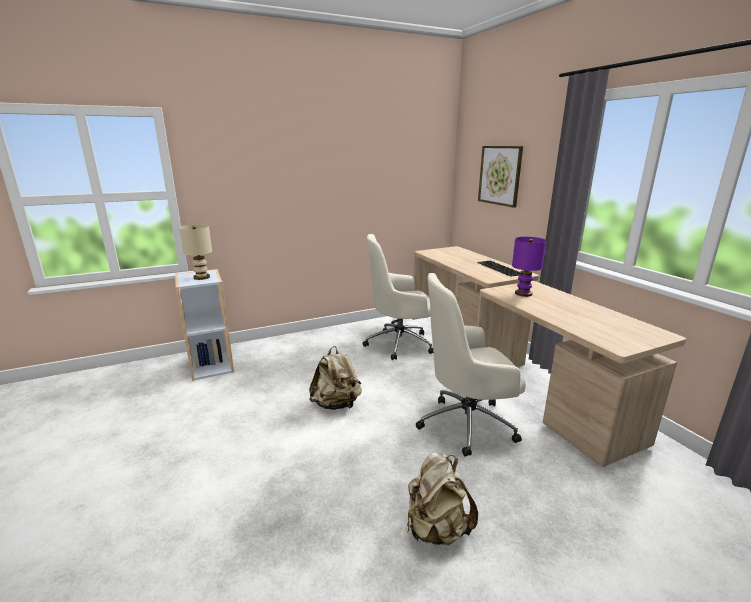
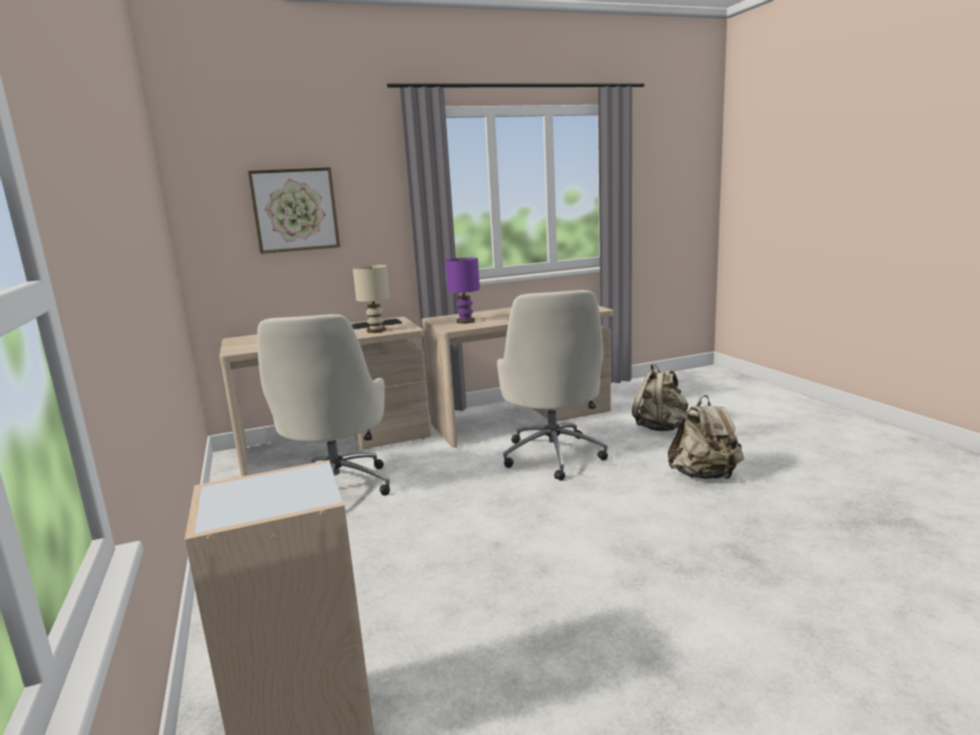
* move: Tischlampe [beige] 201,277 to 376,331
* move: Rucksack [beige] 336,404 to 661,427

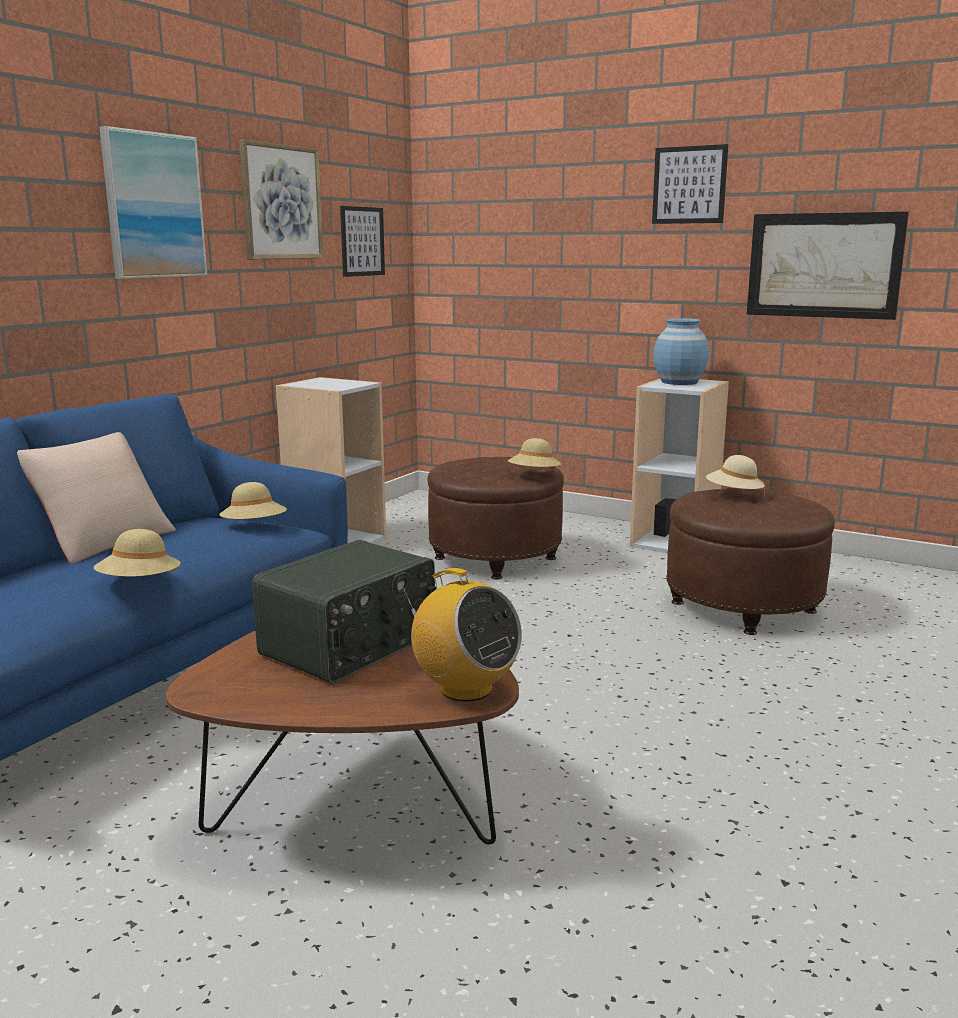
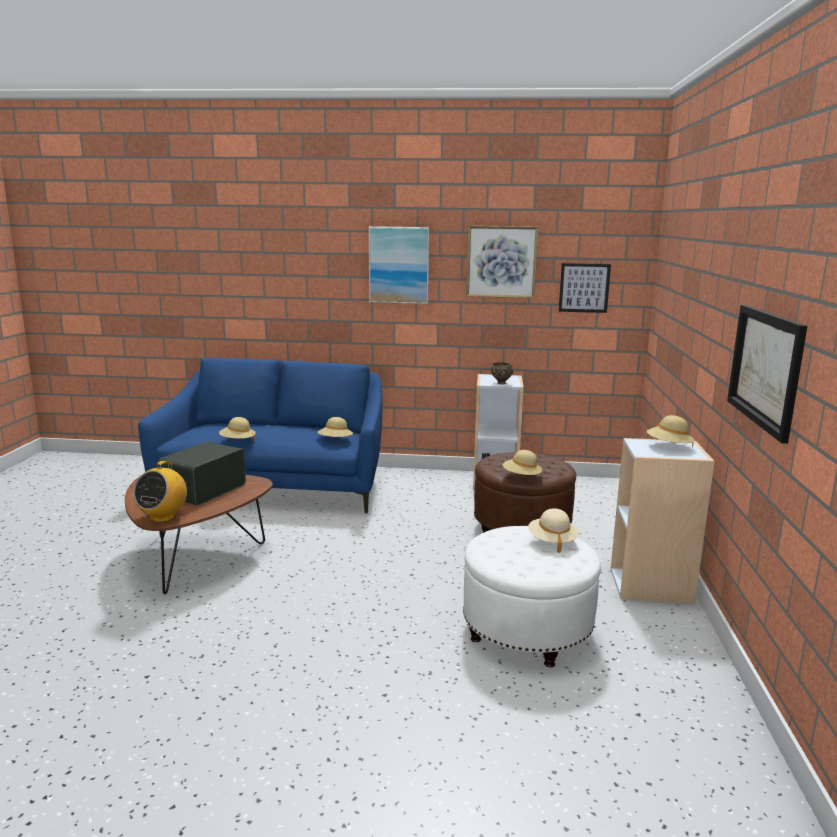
* delete: Kissen [beige] 103,541
* delete: Bild 689,185
* insert: Schüssel [braun] 501,383
* replace: Vase [blau] 679,382 to Hut [beige] 668,447
* recolor: Polsterhocker [braun] 742,606 to Polsterhocker [weiß] 527,631
* rotate: Radio 351,646 = 203,490 105 degrees clockwise

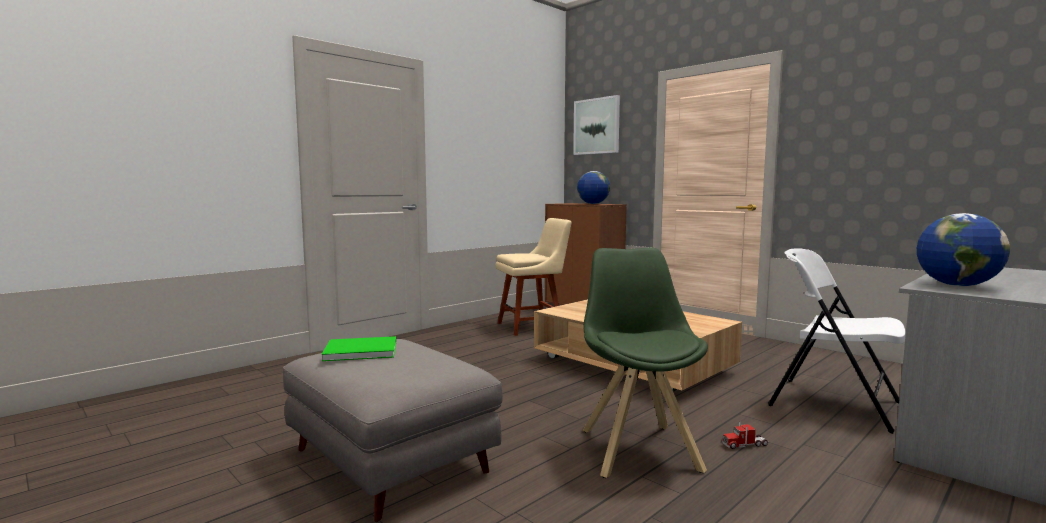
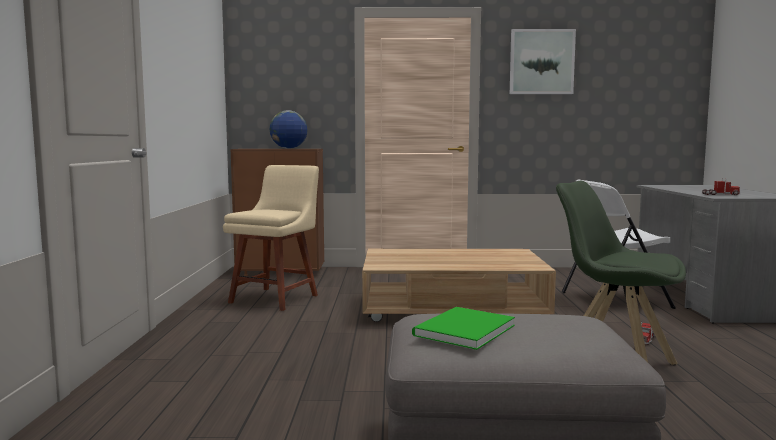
* move: Bild 597,126 to 541,62
* replace: Globus 957,285 to Spielzeuglaster 720,194

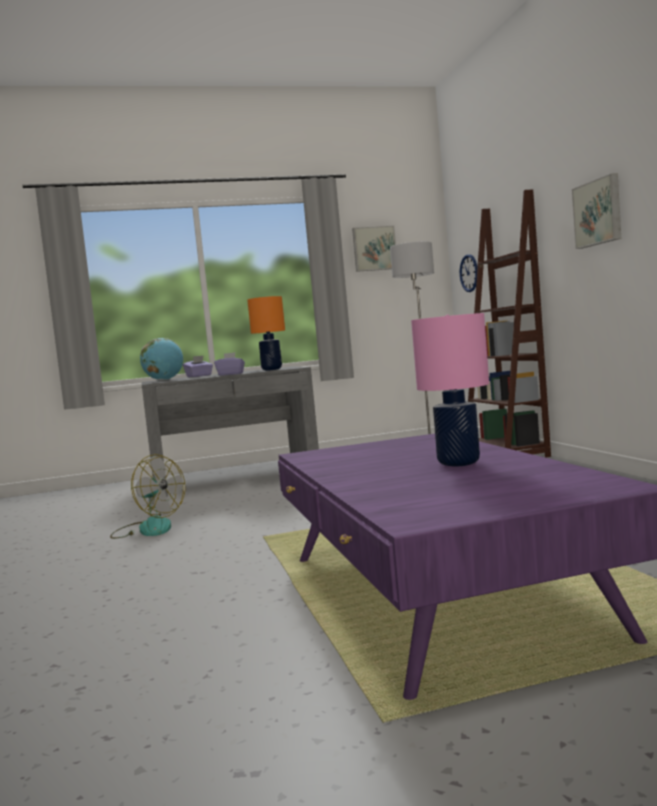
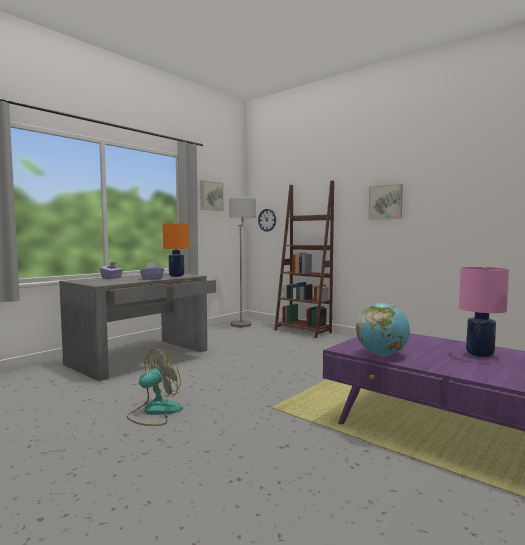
* move: Globus 164,380 to 382,354
* rotate: Ventilator 148,529 = 155,412 45 degrees counterclockwise

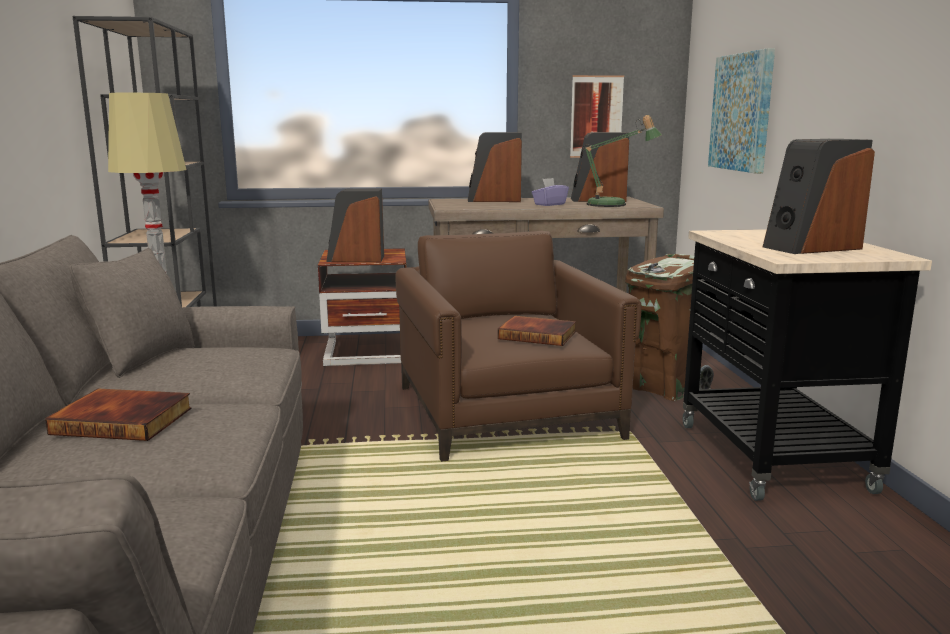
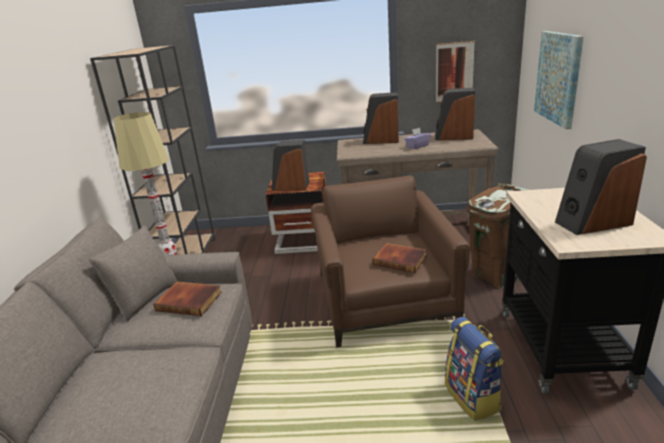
* delete: Tischlampe 613,205
* insert: Rucksack 473,397
* move: Buch 124,420 to 190,300

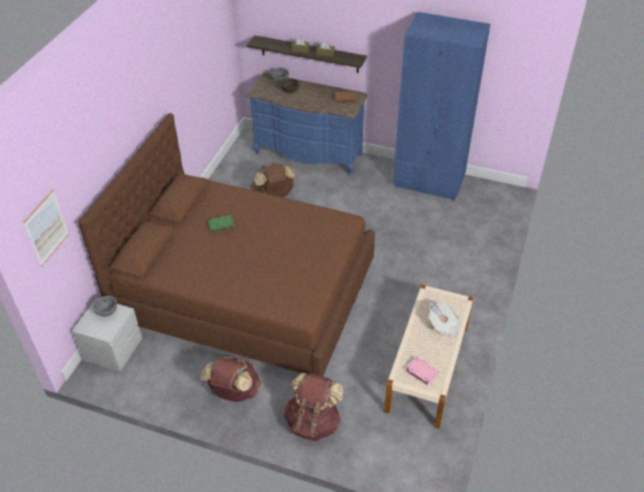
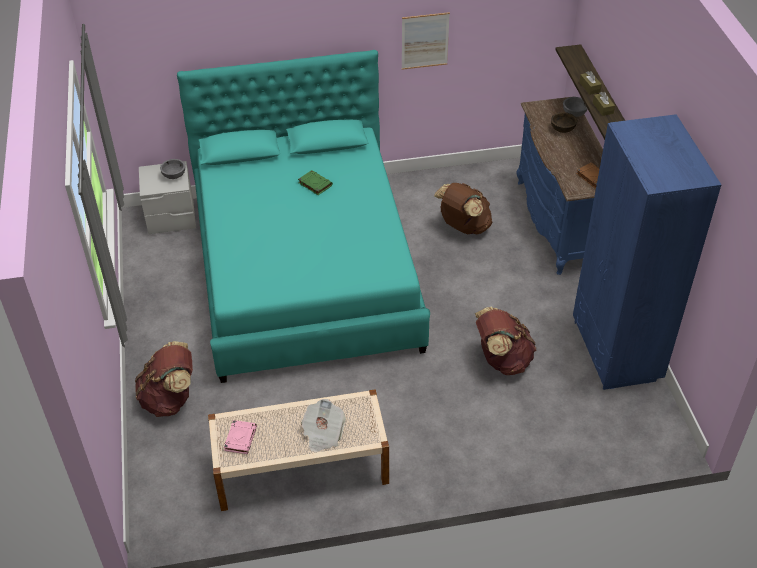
* move: Bild 46,228 to 425,41
* move: Rucksack [braun] 234,392 to 502,360
* recolor: Bett [braun] 246,292 to Bett [türkis] 305,271

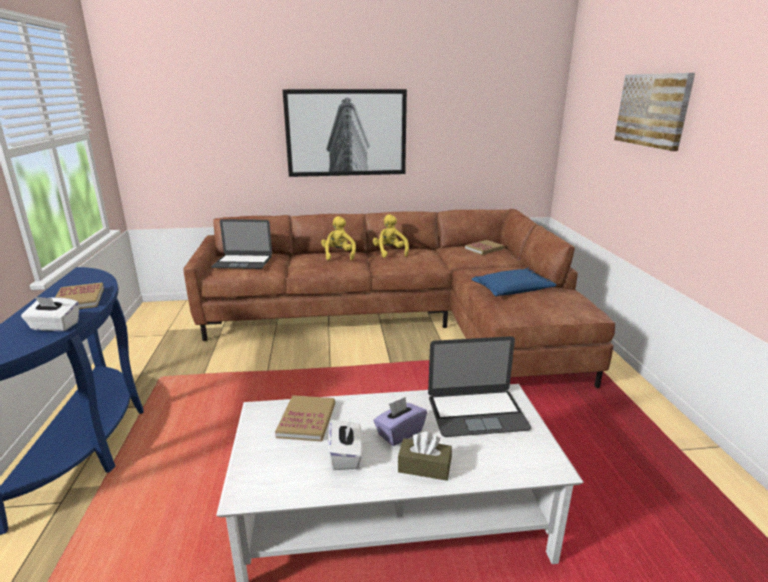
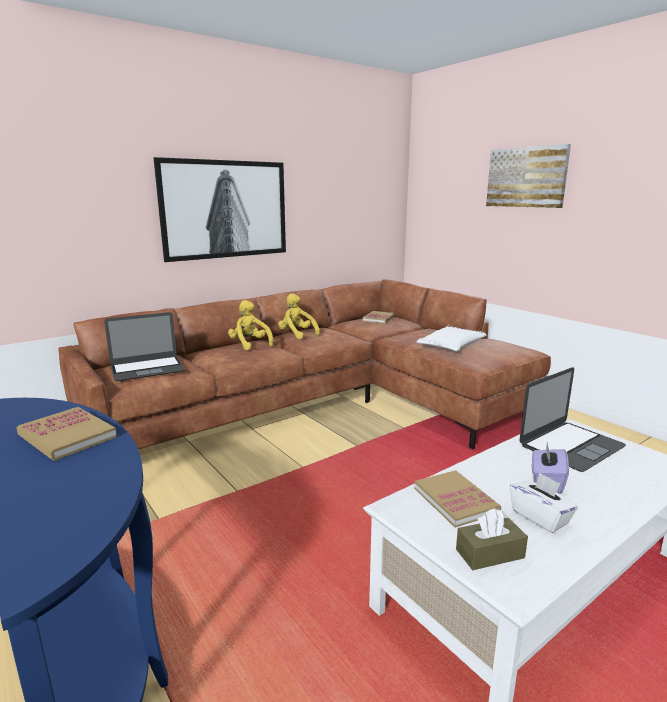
* delete: Taschentuchbox [weiß] 55,326
* move: Taschentuchbox [braun] 424,467 to 490,553
* recolor: Kissen [blau] 512,287 to Kissen [weiß] 451,344

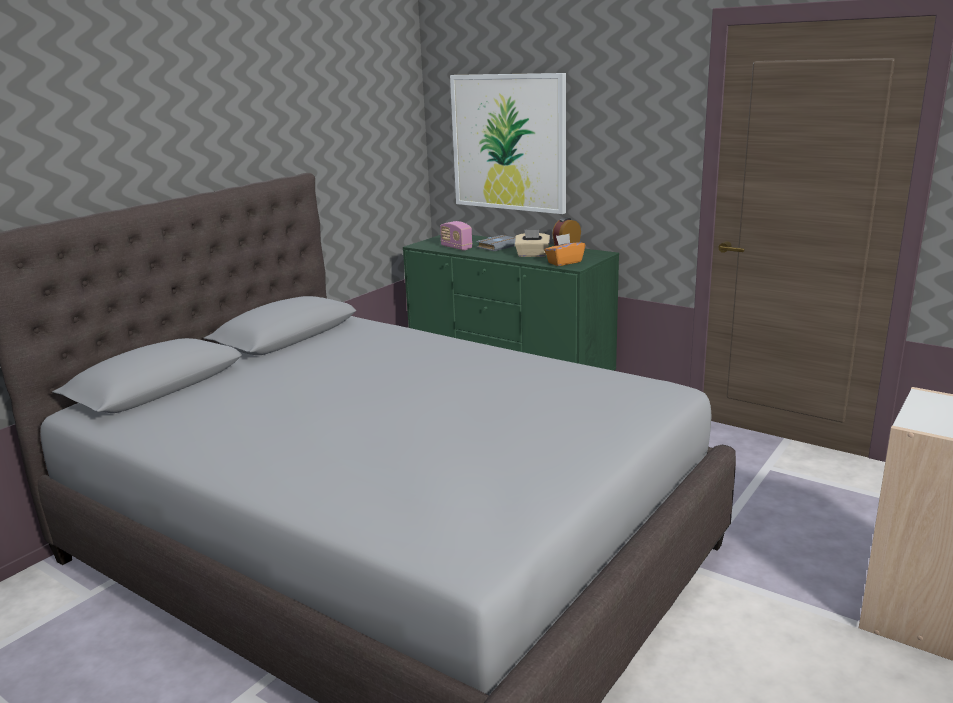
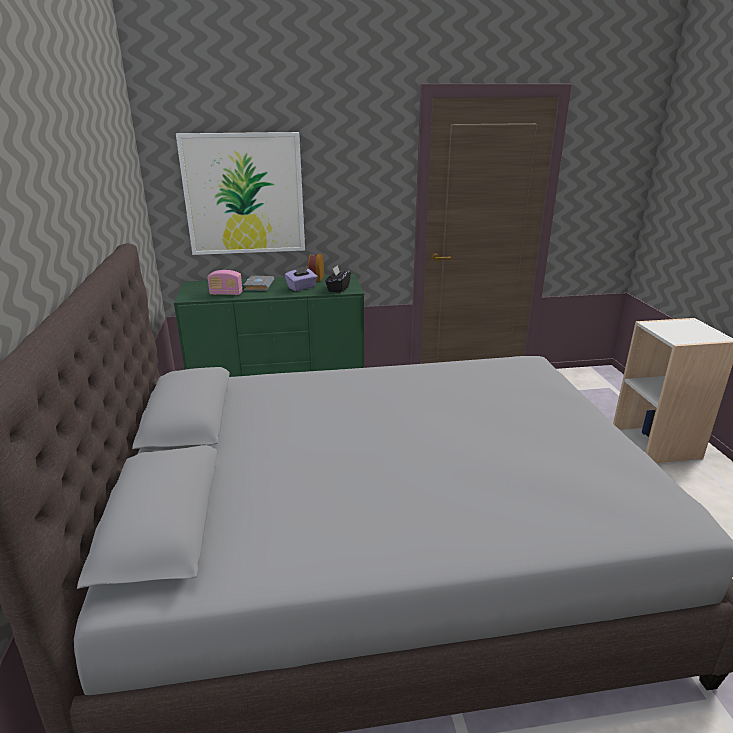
* recolor: Taschentuchbox [beige] 532,255 to Taschentuchbox [lila] 302,287
* recolor: Taschentuchbox [orange] 564,262 to Taschentuchbox [schwarz] 338,288

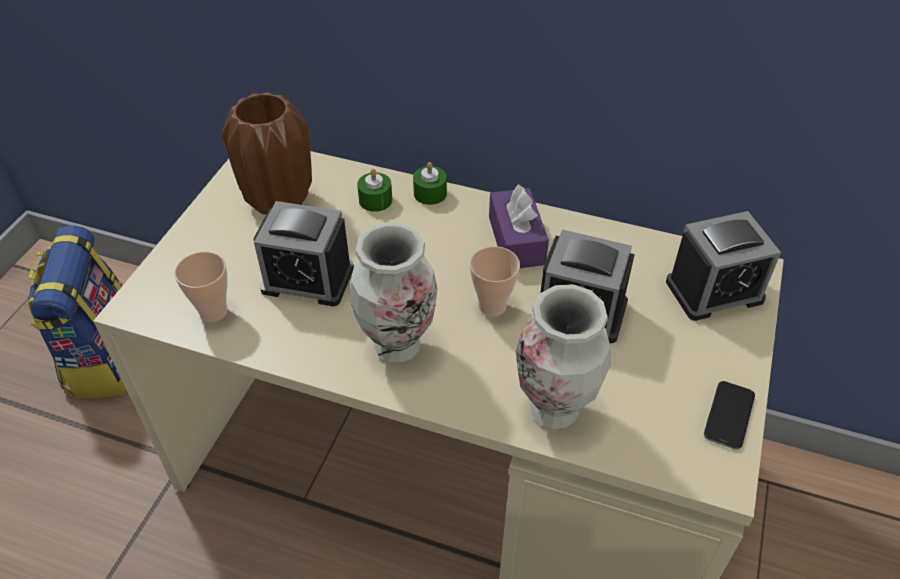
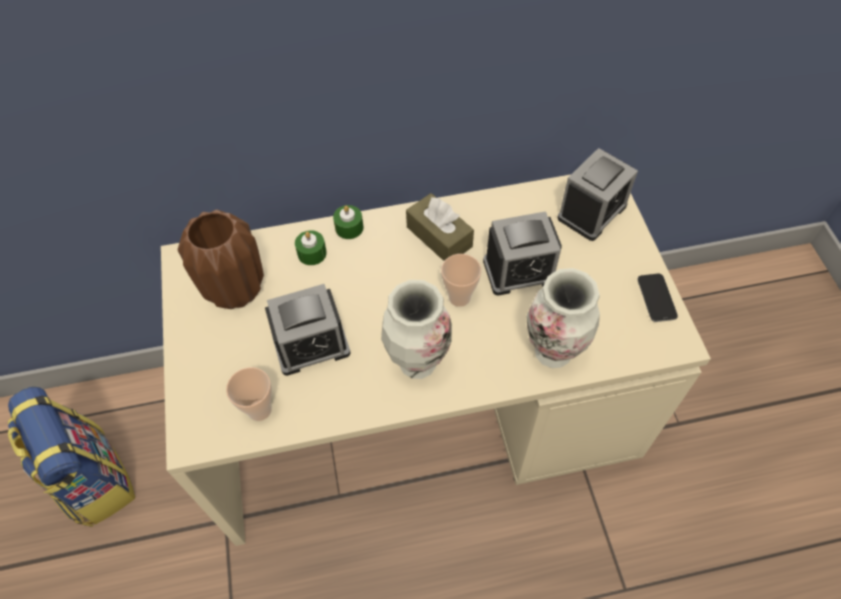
* recolor: Taschentuchbox [lila] 516,240 to Taschentuchbox [braun] 439,237

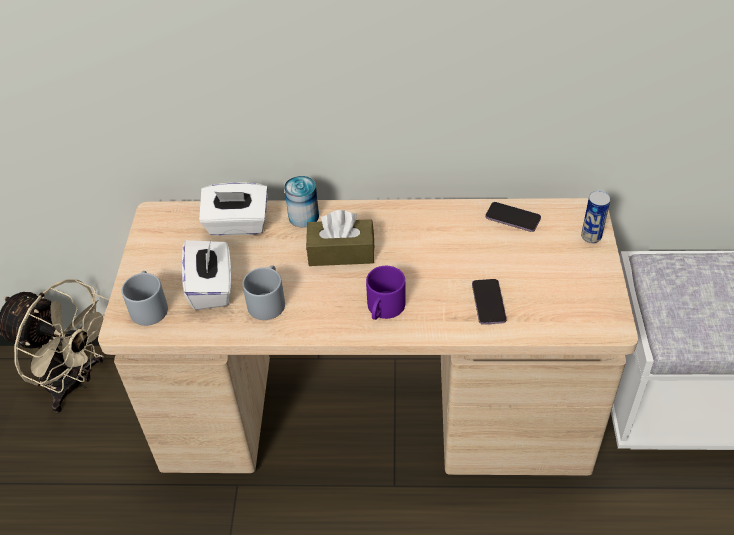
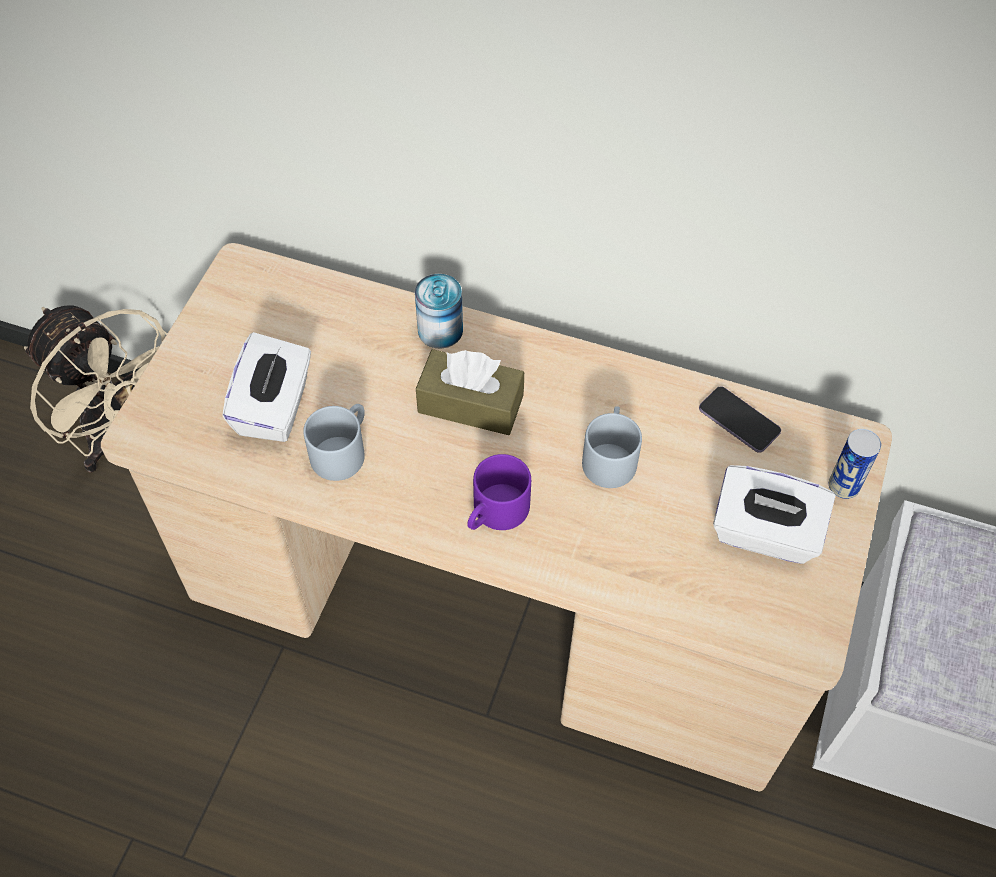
* delete: Handy 488,303
* move: Henkelbecher [grau] 148,306 to 609,456
* move: Taschentuchbox [weiß] 237,225 to 764,533

